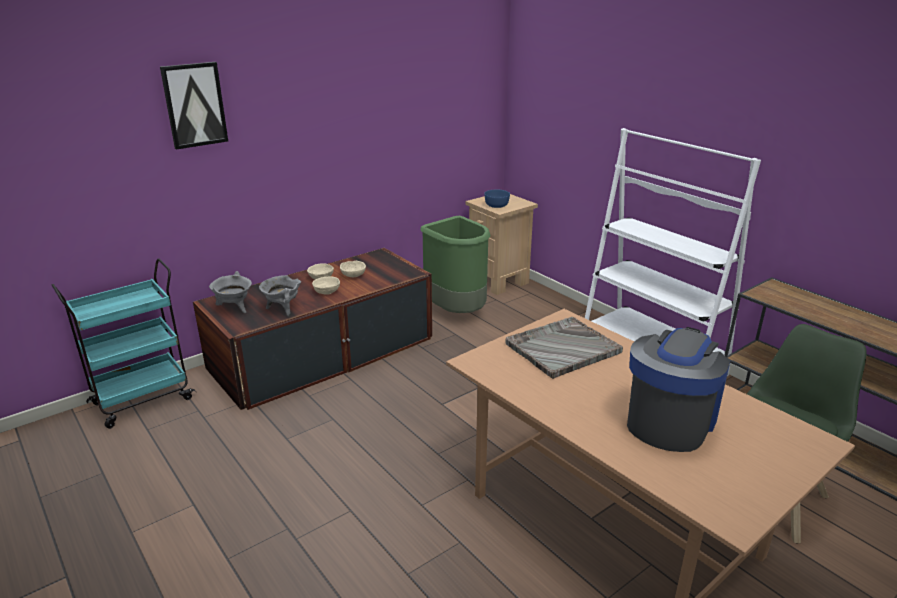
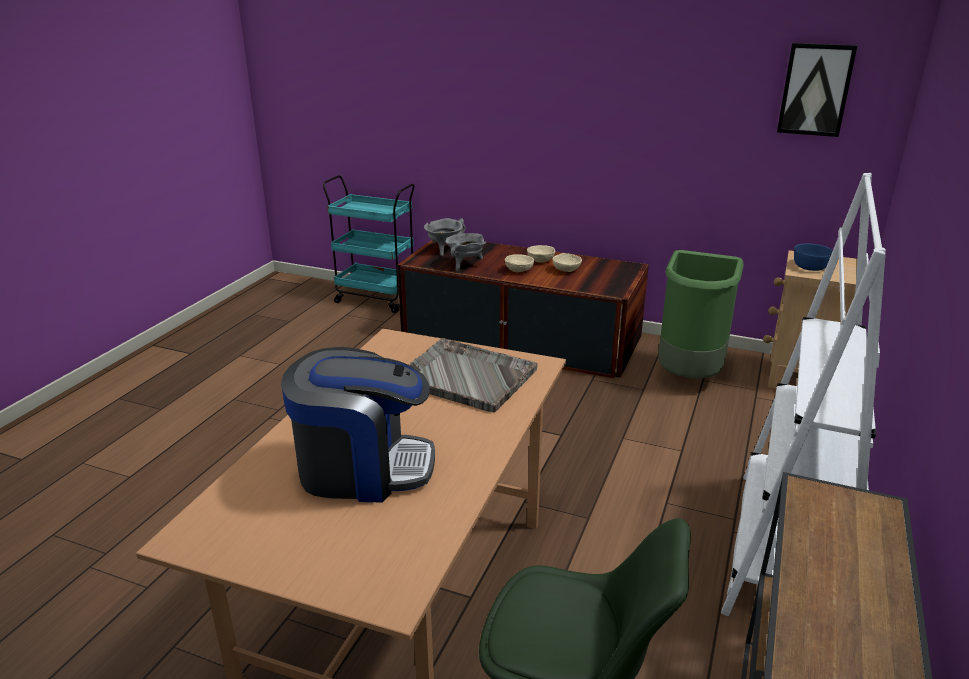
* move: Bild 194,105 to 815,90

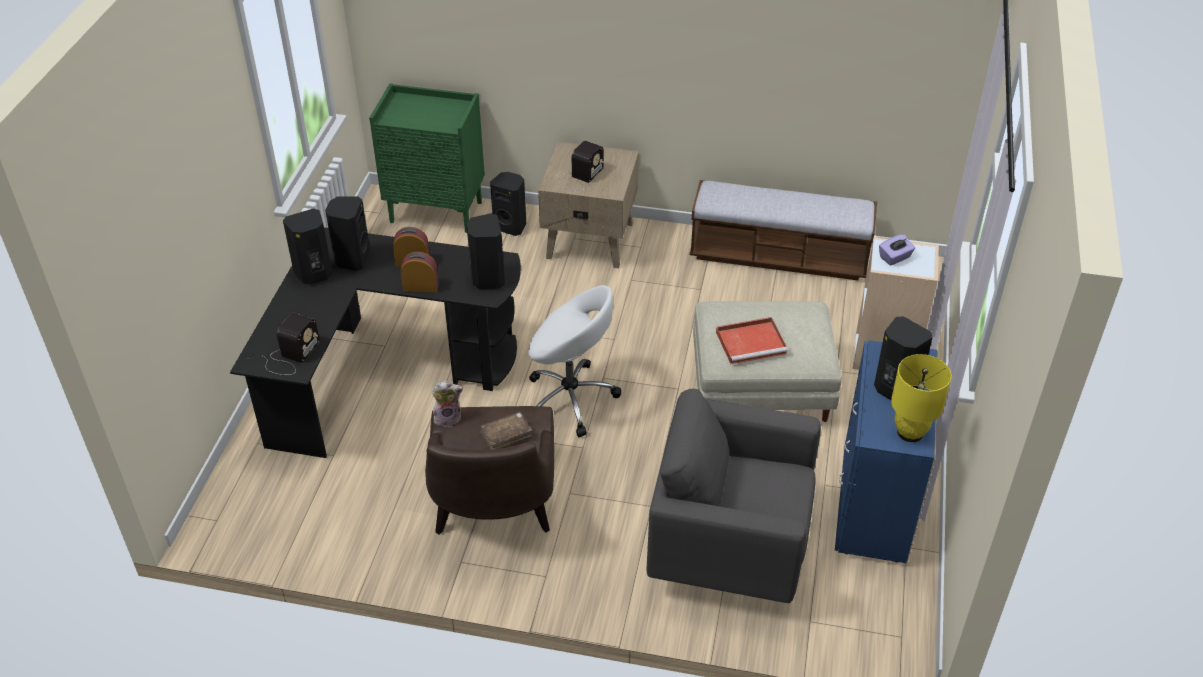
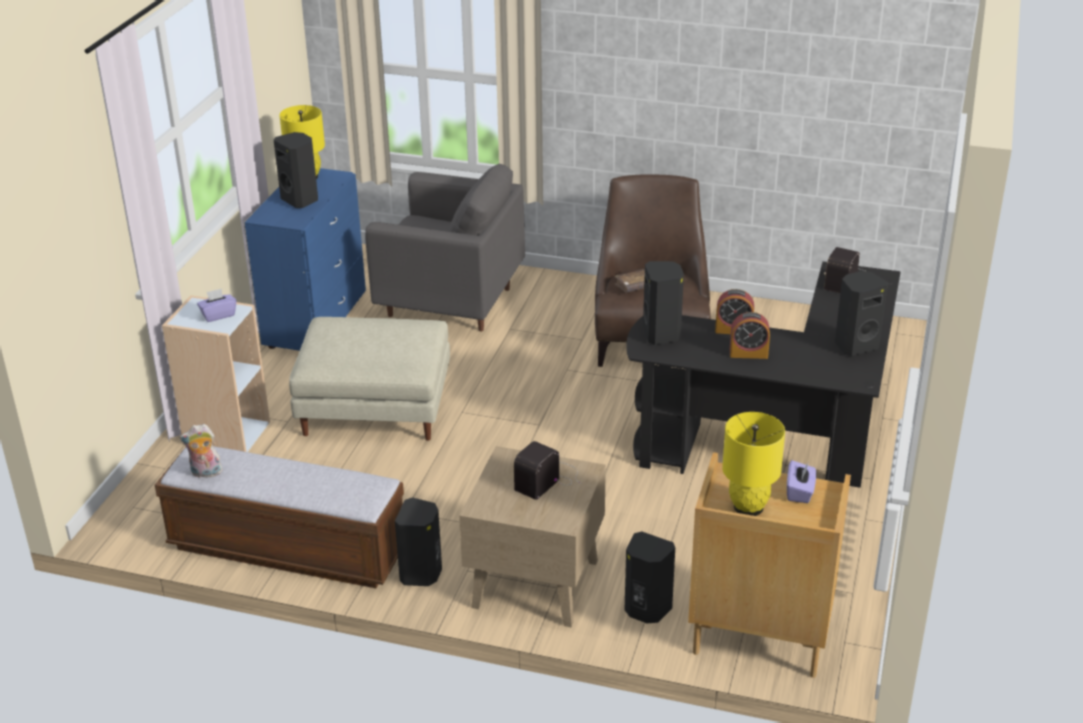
* delete: Bürostuhl [weiß] 571,400
* delete: Tablett [rot] 752,342
* insert: Tischlampe [gelb] 748,507
* insert: Taschentuchbox [lila] 800,492
* move: Lautsprecher [schwarz] 352,259 to 422,574
* move: Plüschtier 448,418 to 205,473
* recolor: Schrank [grün] 437,212 to Schrank [braun] 758,639

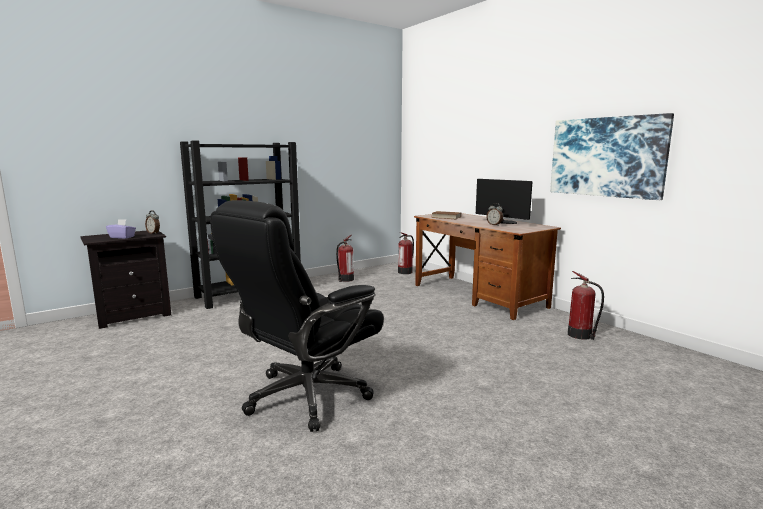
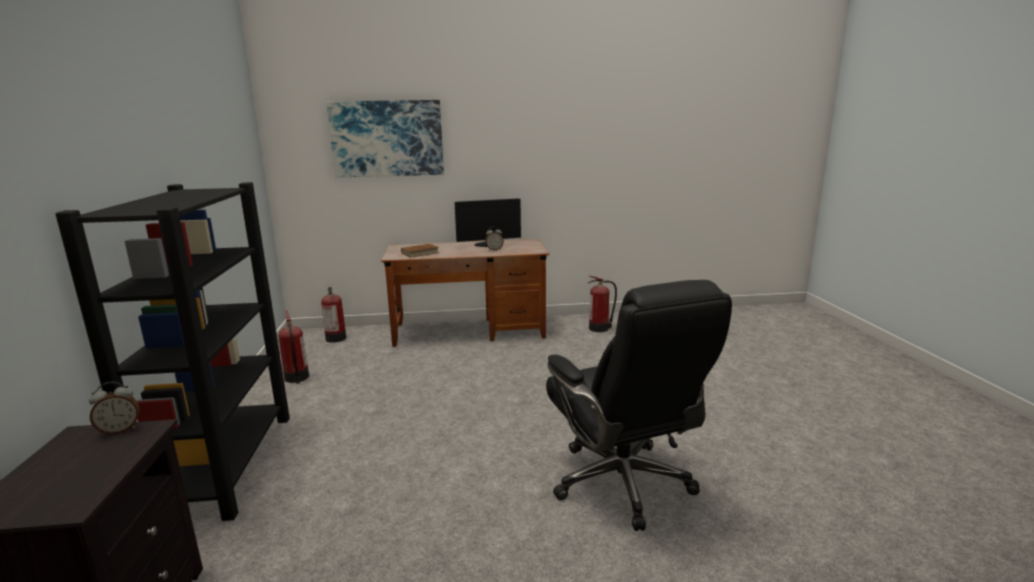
* delete: Taschentuchbox [lila] 122,237
* move: Bild 606,157 to 387,138

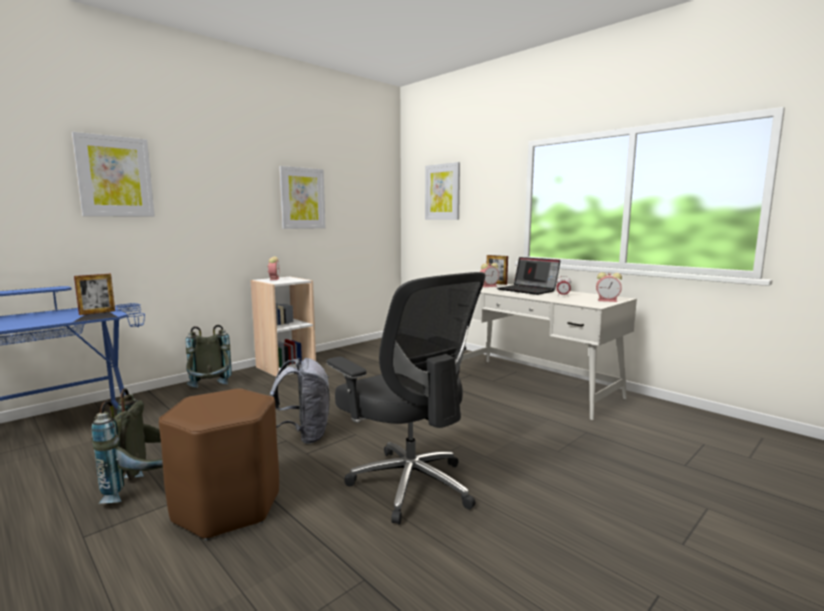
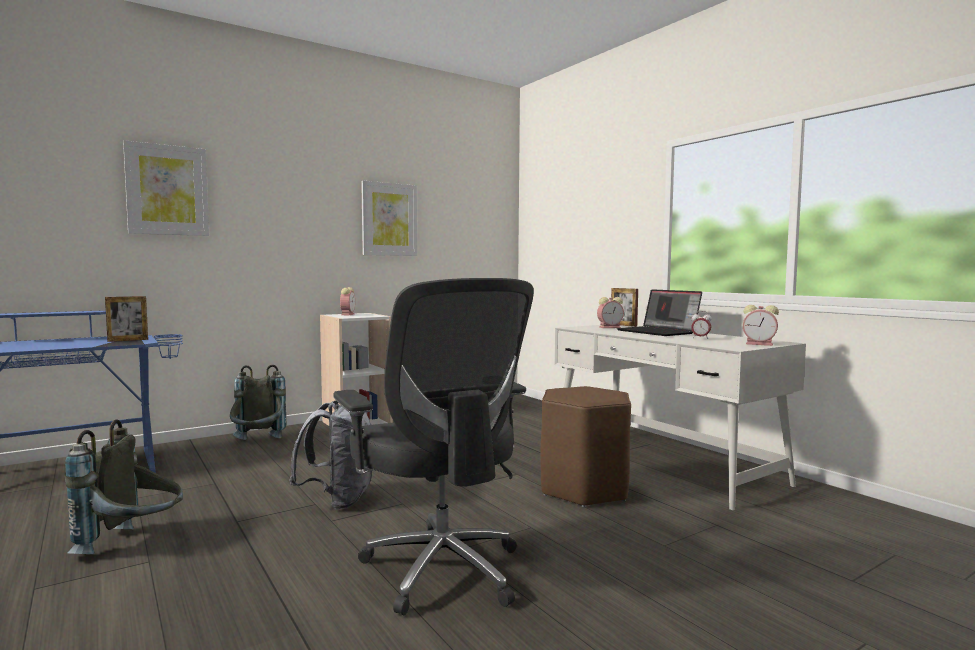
* delete: Bild 442,192
* move: Hocker [braun] 227,506 to 583,489

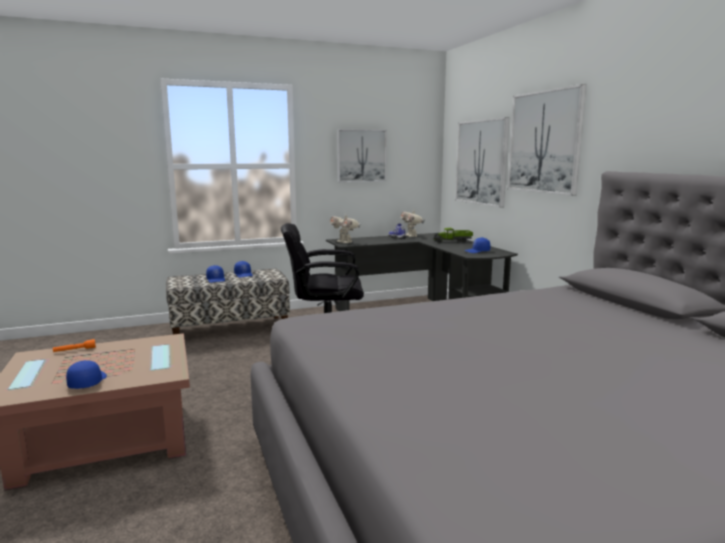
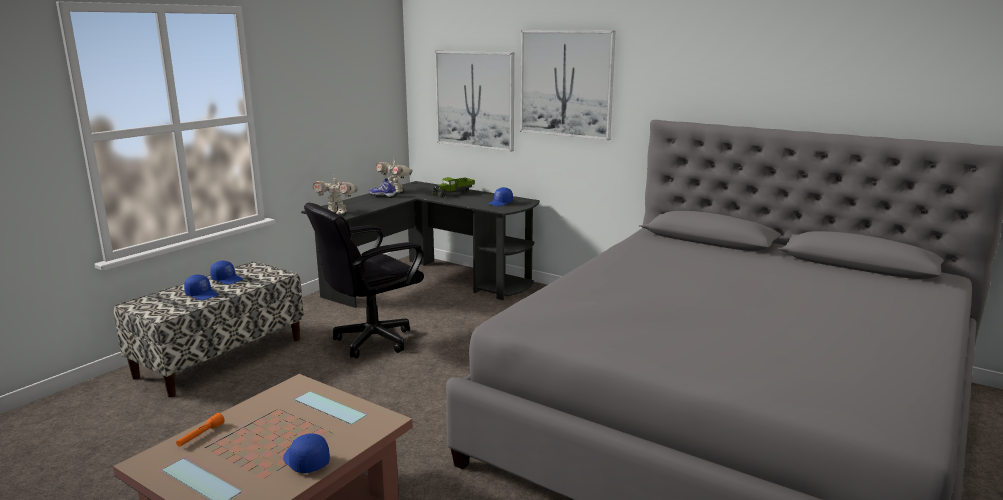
* delete: Bild 361,156

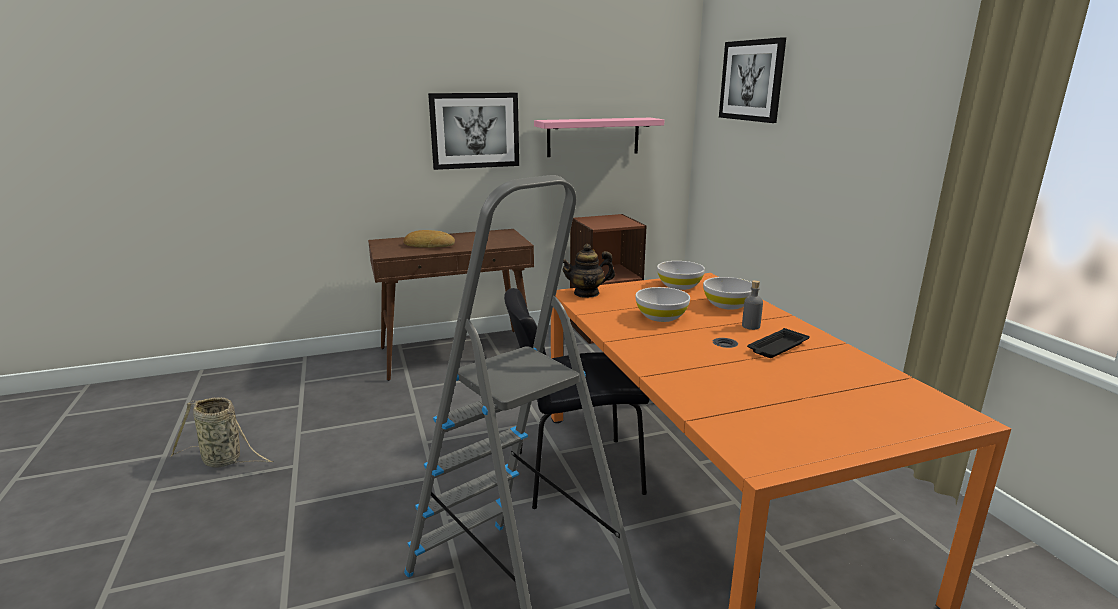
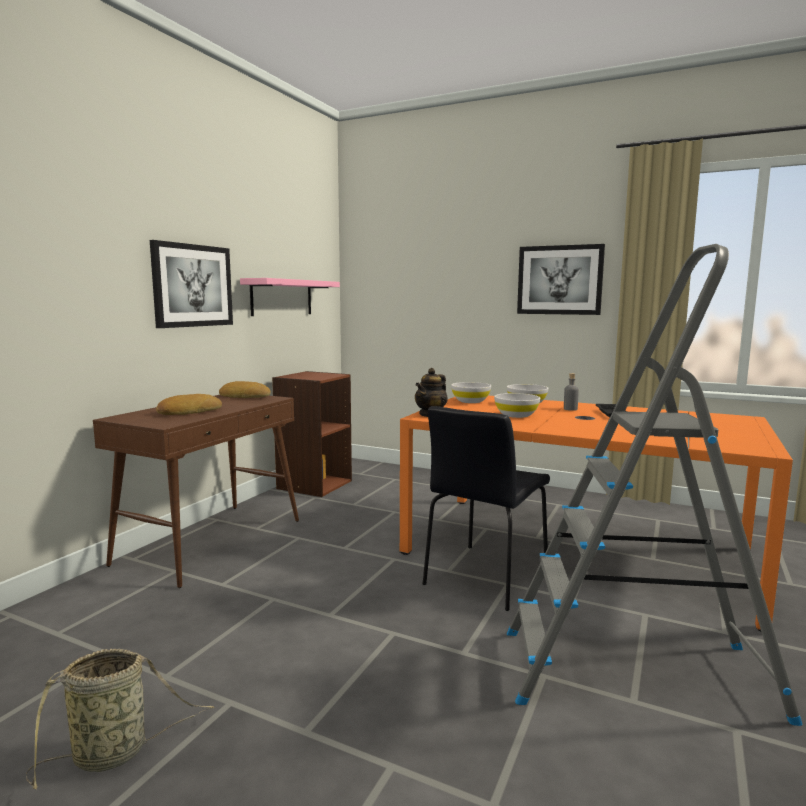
* insert: Brot 245,396
* move: Bild 751,80 to 559,280

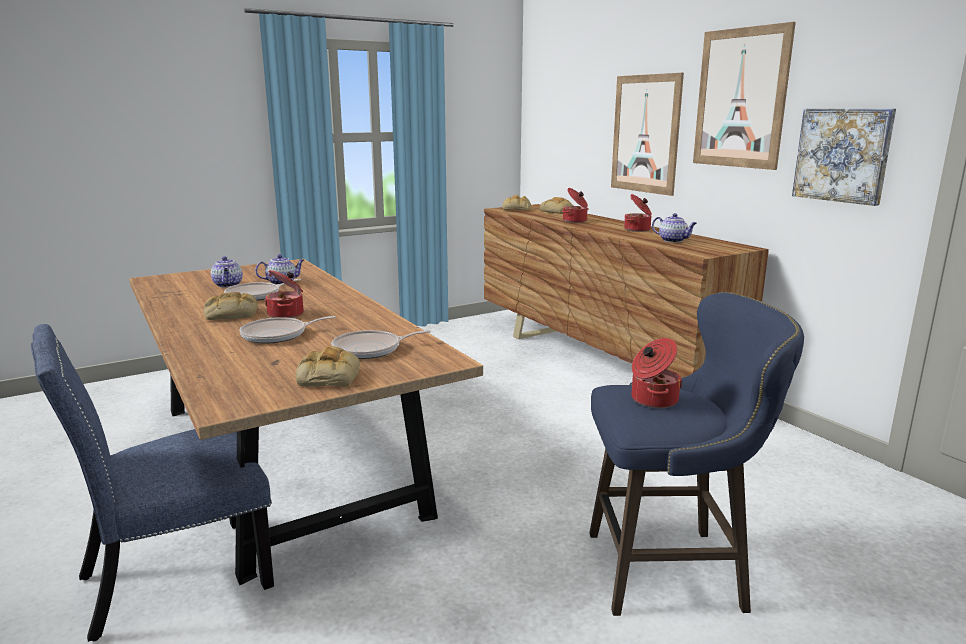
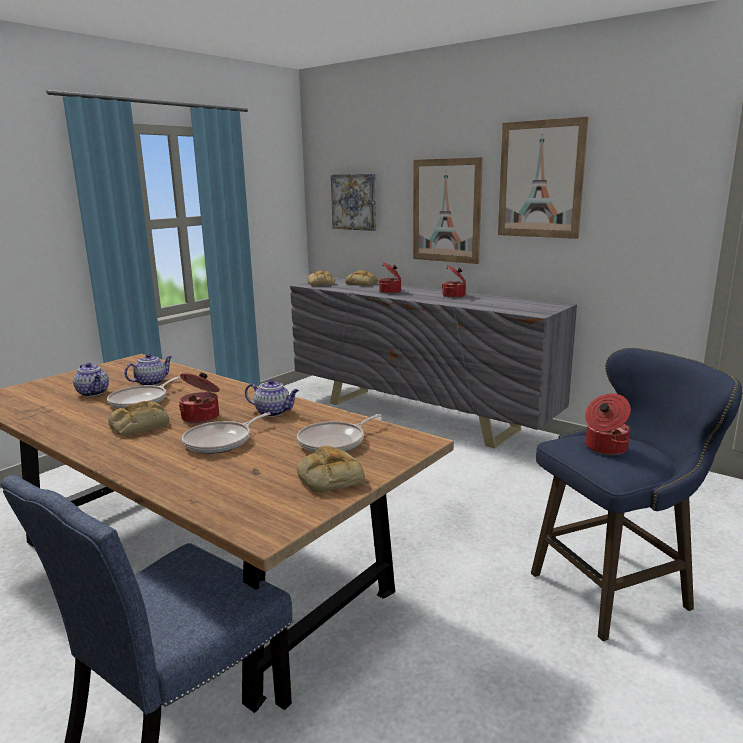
* move: Teekanne 673,240 to 273,412
* move: Bild 842,155 to 354,202
* recolor: Schrank [braun] 596,361 to Schrank [grau] 420,416

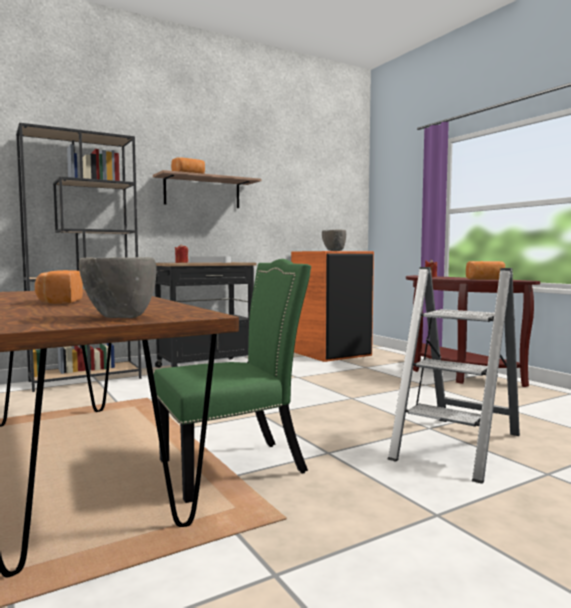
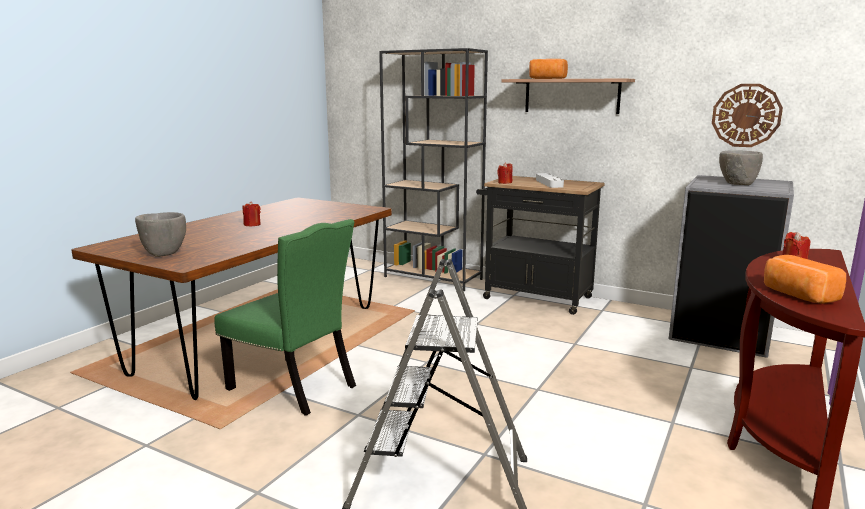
* insert: Wanduhr 746,115
* replace: Brot 59,302 to Kerze [rot] 252,225
* recolor: Schrank [orange] 331,353 to Schrank [grau] 721,333

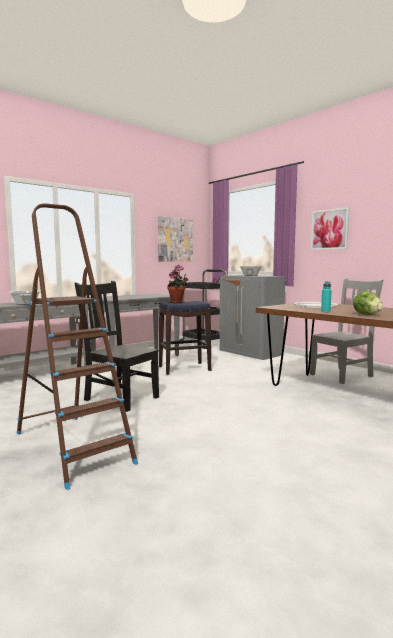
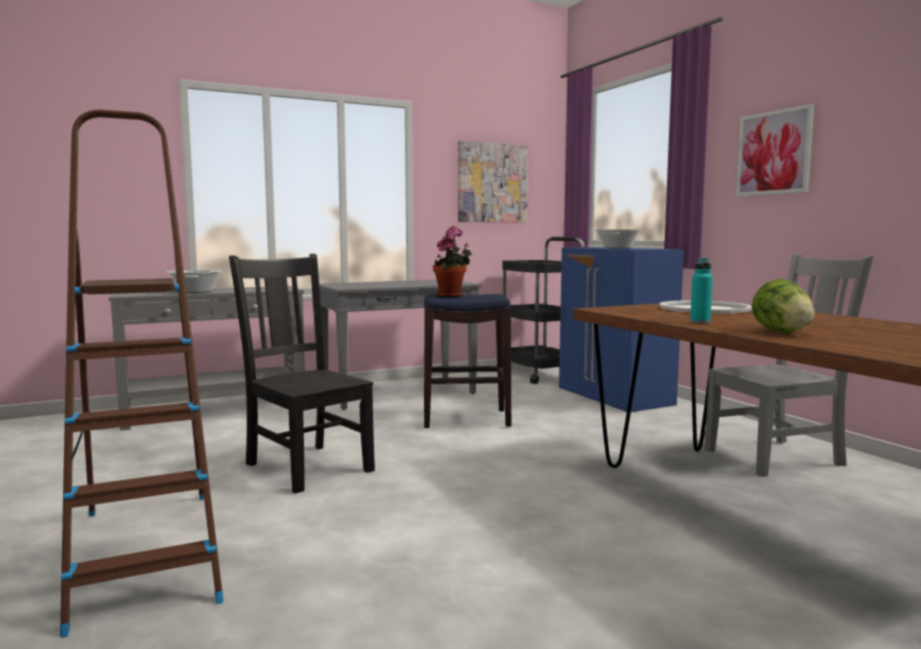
* recolor: Schrank [grau] 250,352 to Schrank [blau] 615,396

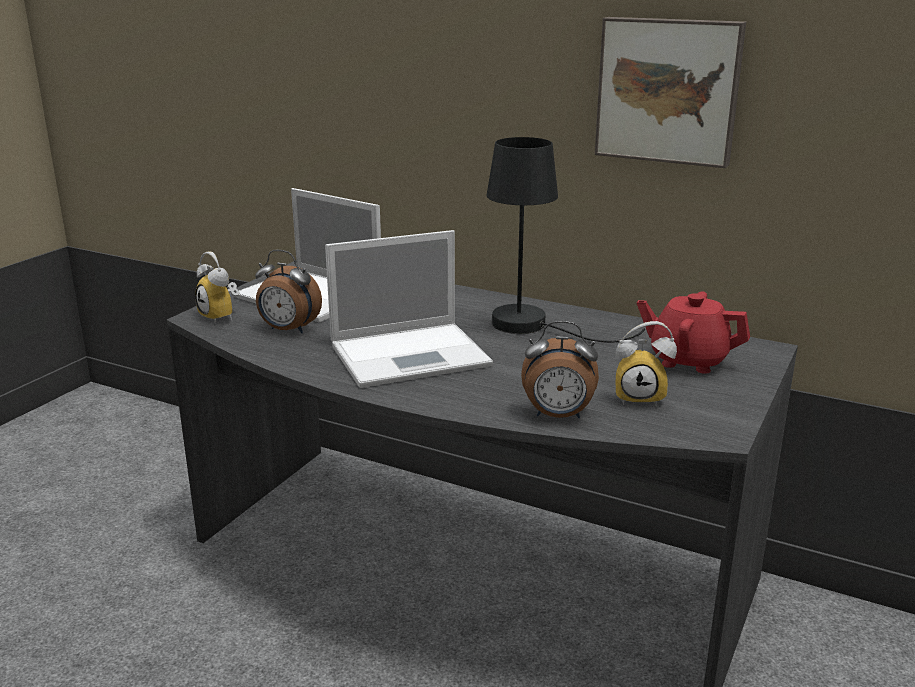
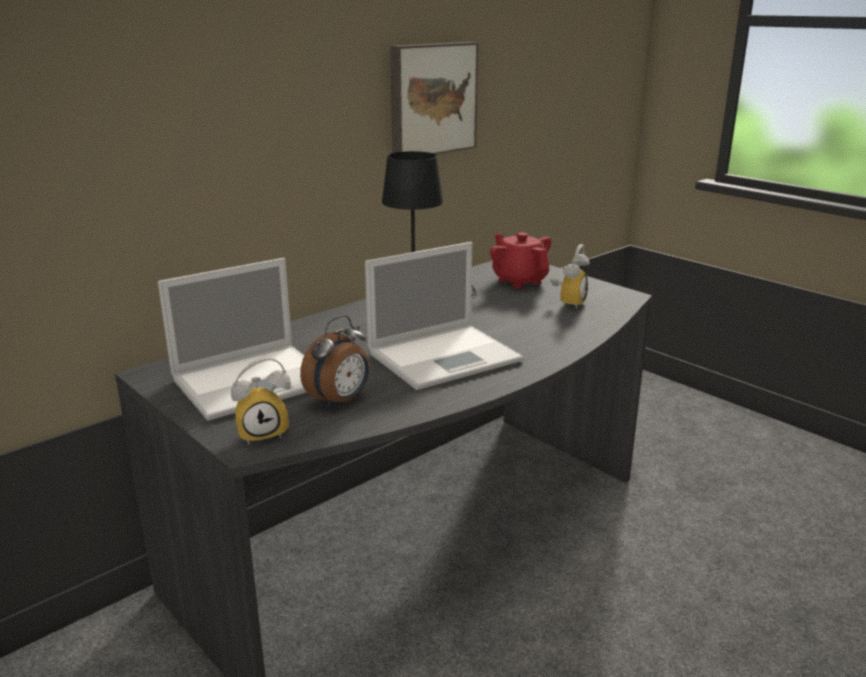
* delete: Wecker 558,416
* rotate: Laptop 412,354 = 446,356 60 degrees clockwise
* rotate: Teekanne [rot] 688,360 = 519,281 105 degrees clockwise

